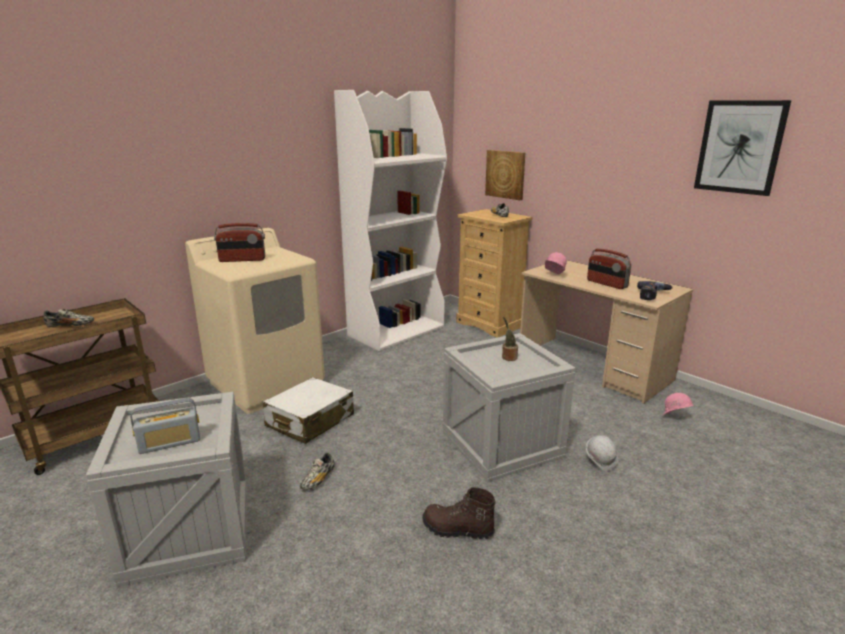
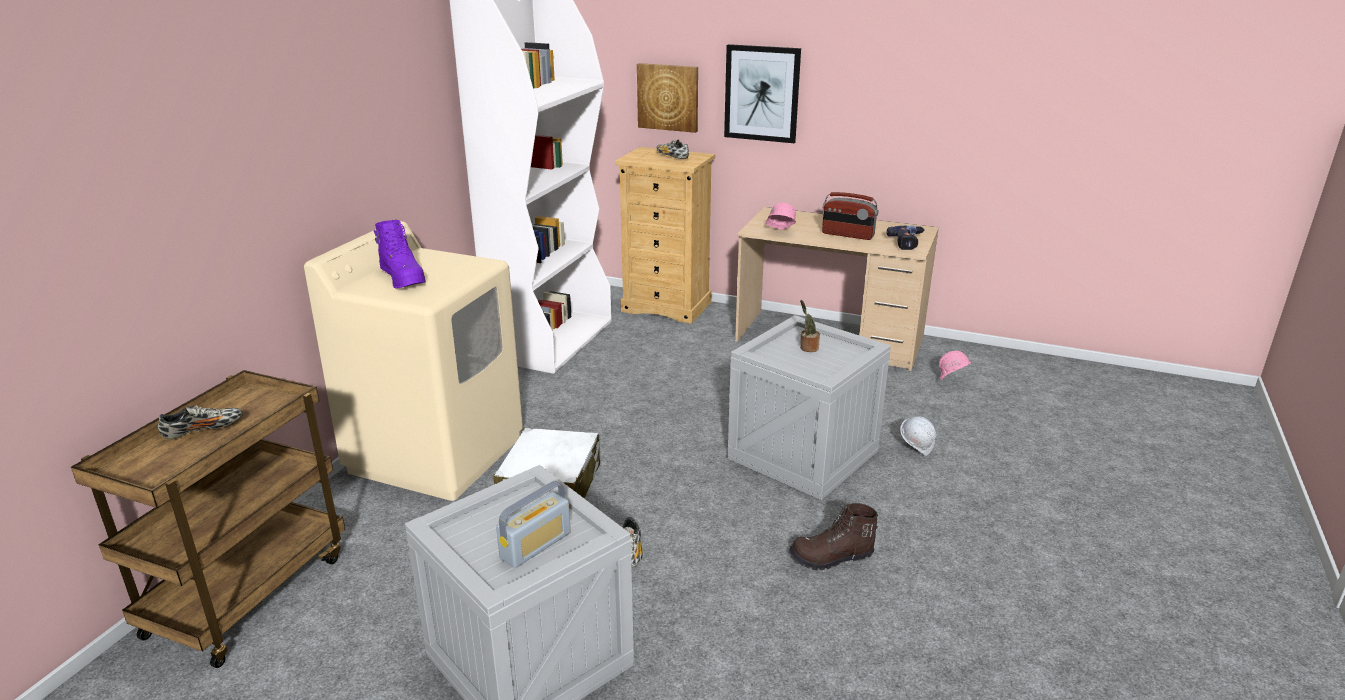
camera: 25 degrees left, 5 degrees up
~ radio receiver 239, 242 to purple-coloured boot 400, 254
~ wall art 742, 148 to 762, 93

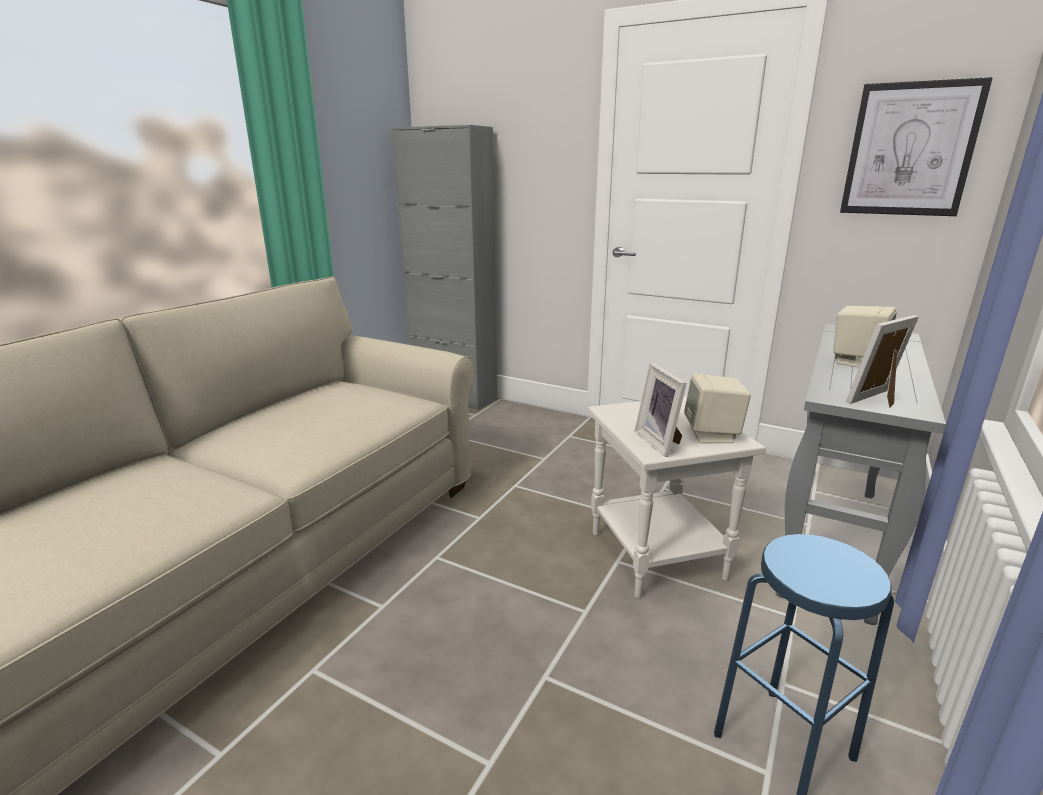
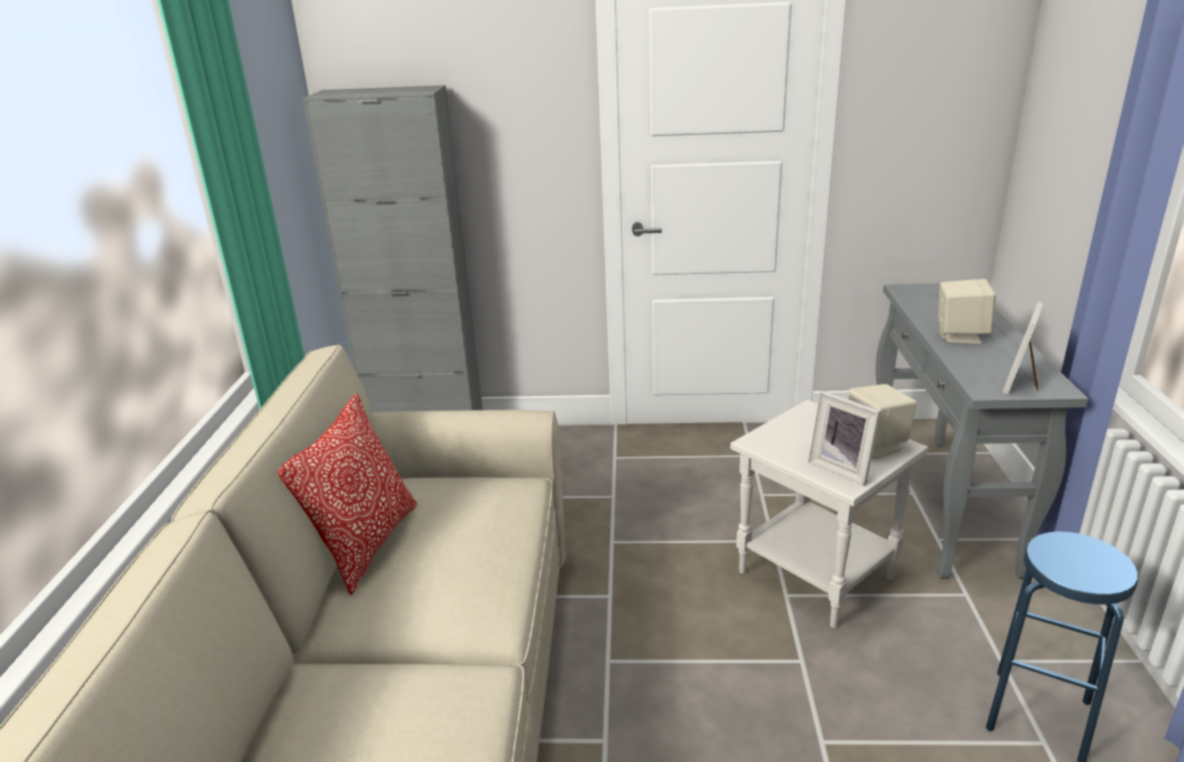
camera: 25 degrees left, 5 degrees up
- wall art 916, 146
+ throw pillow 347, 494

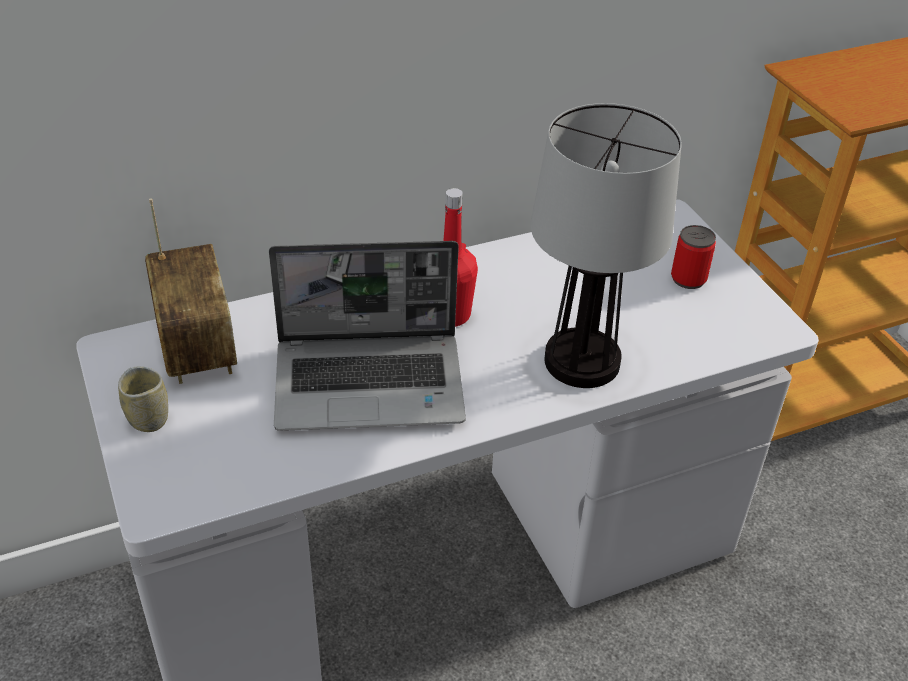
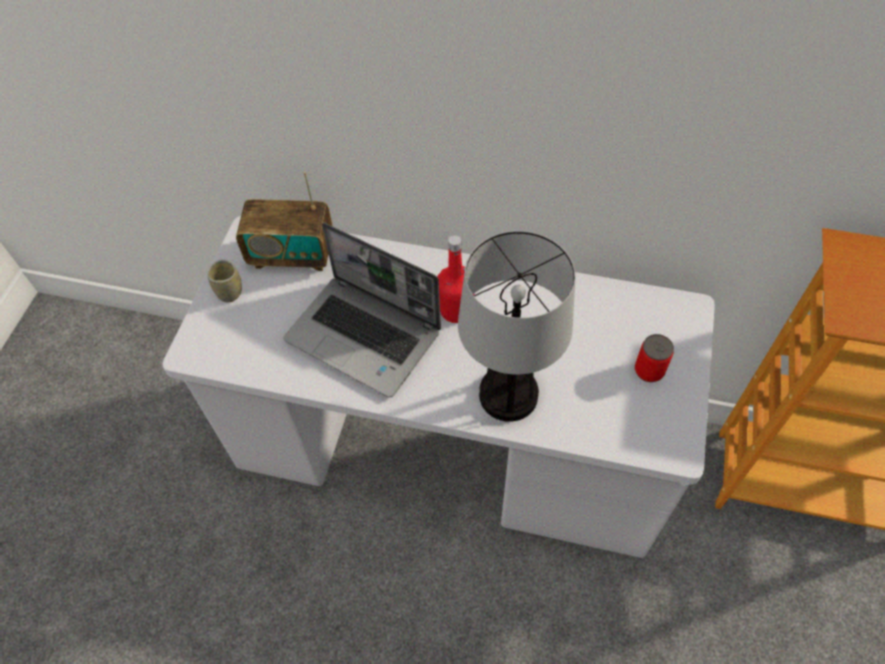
camera: 40 degrees right, 15 degrees up
~ radio receiver 191, 291 = 284, 221 75 degrees clockwise

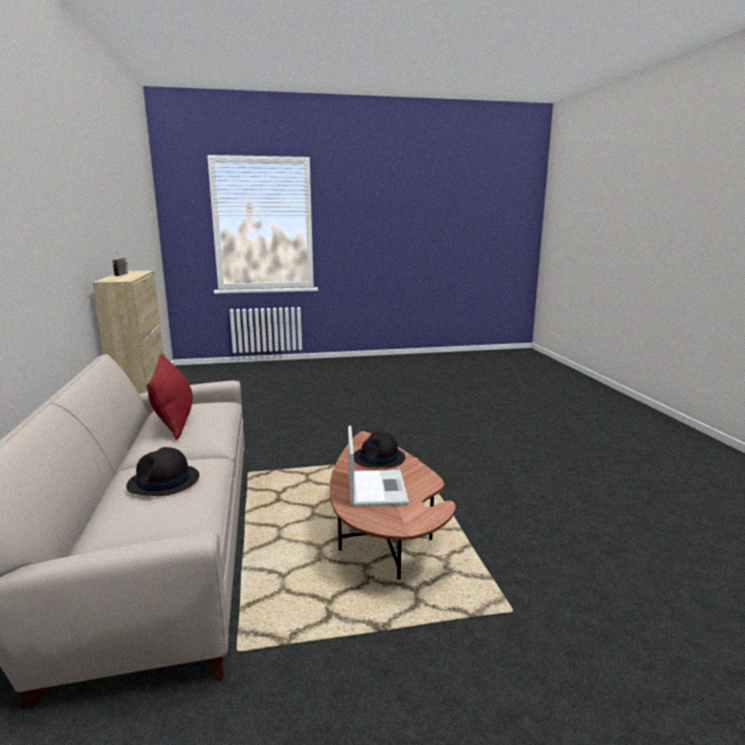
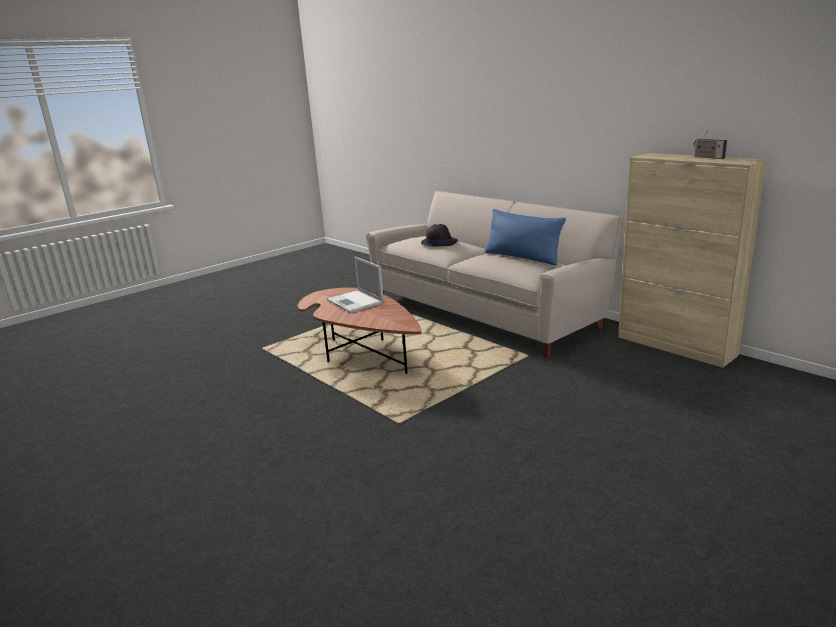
camera: 150 degrees right, 5 degrees up
~ red throw pillow 170, 397 to blue-coloured throw pillow 525, 237
- blackish clothing hat 379, 450

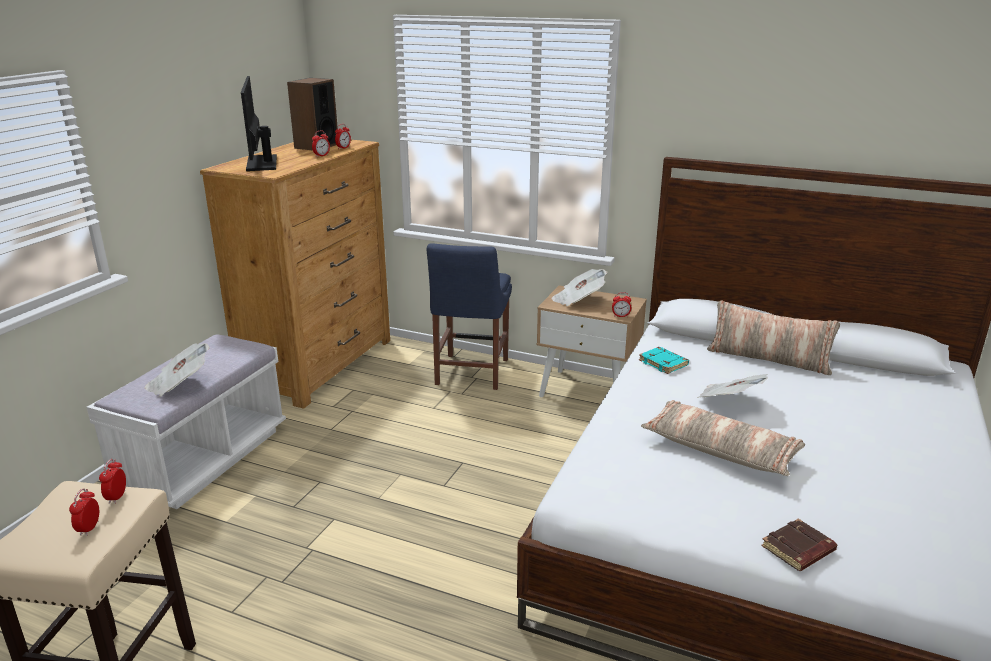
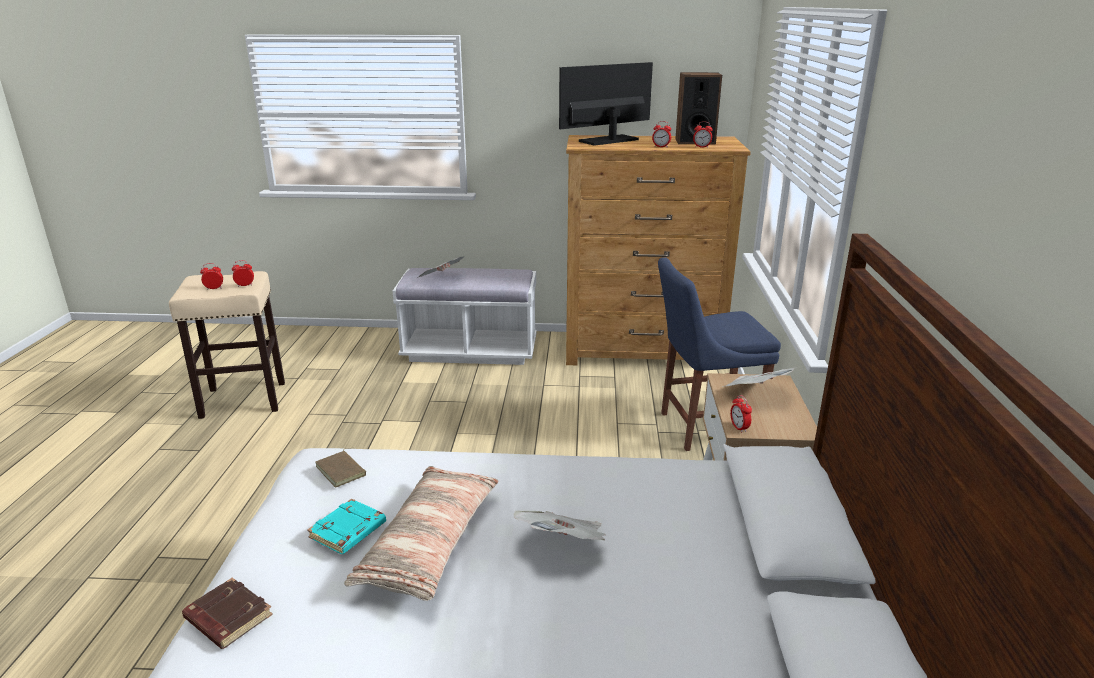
camera: 70 degrees right, 0 degrees up
~ turquoise book 664, 360 to 346, 526
- throw pillow 773, 337
+ brown book 340, 468

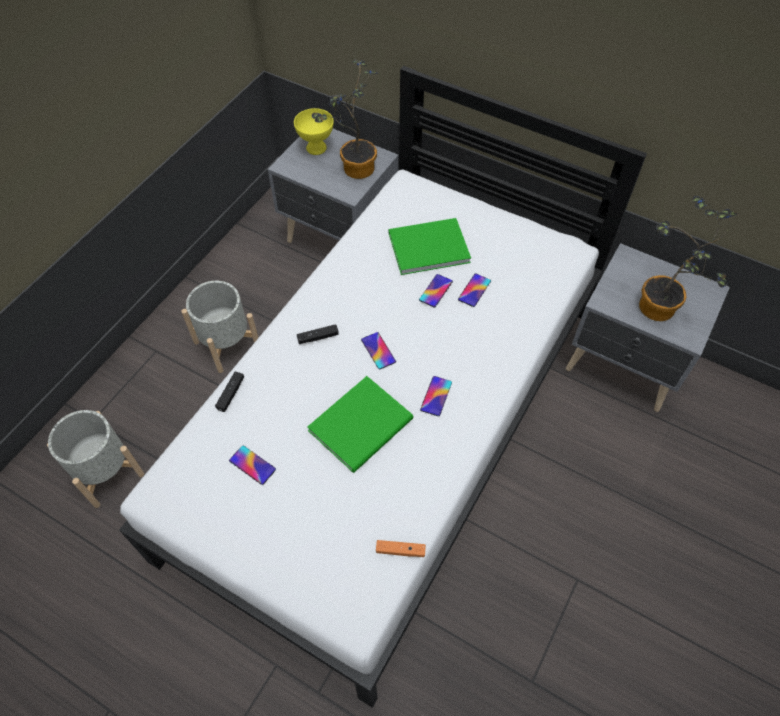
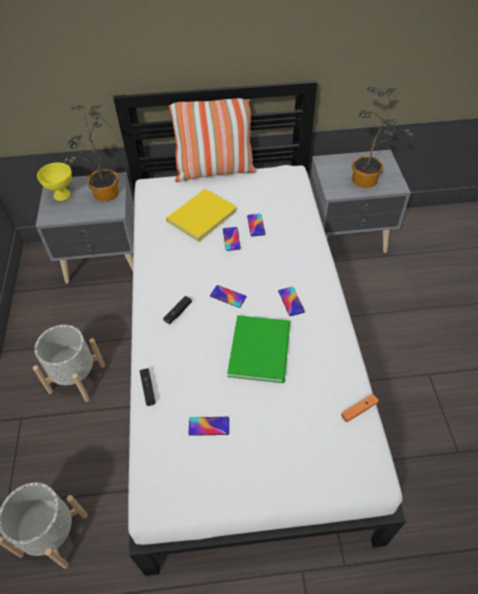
camera: 35 degrees left, 5 degrees down
~ green book 429, 246 to yellowish book 201, 215
+ throw pillow 212, 140

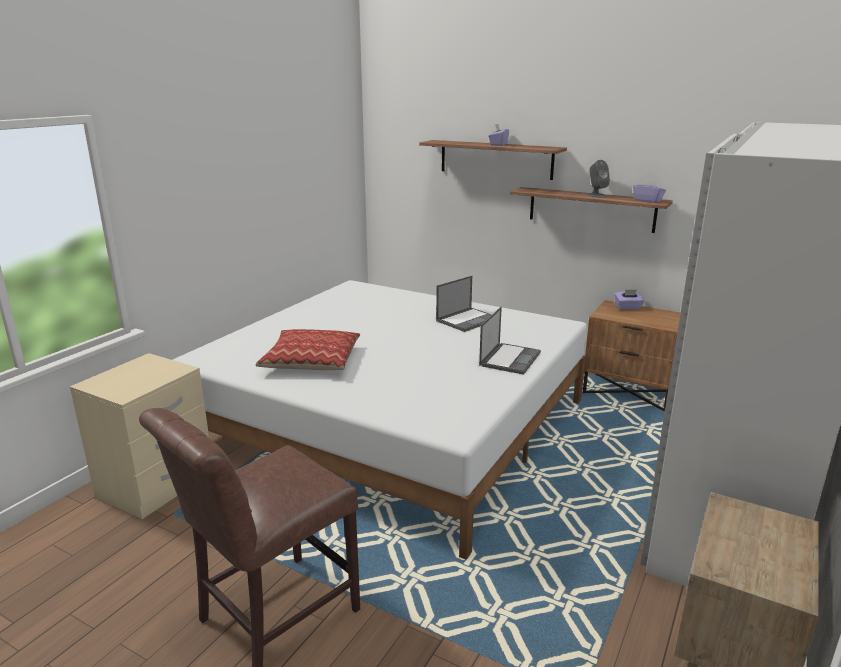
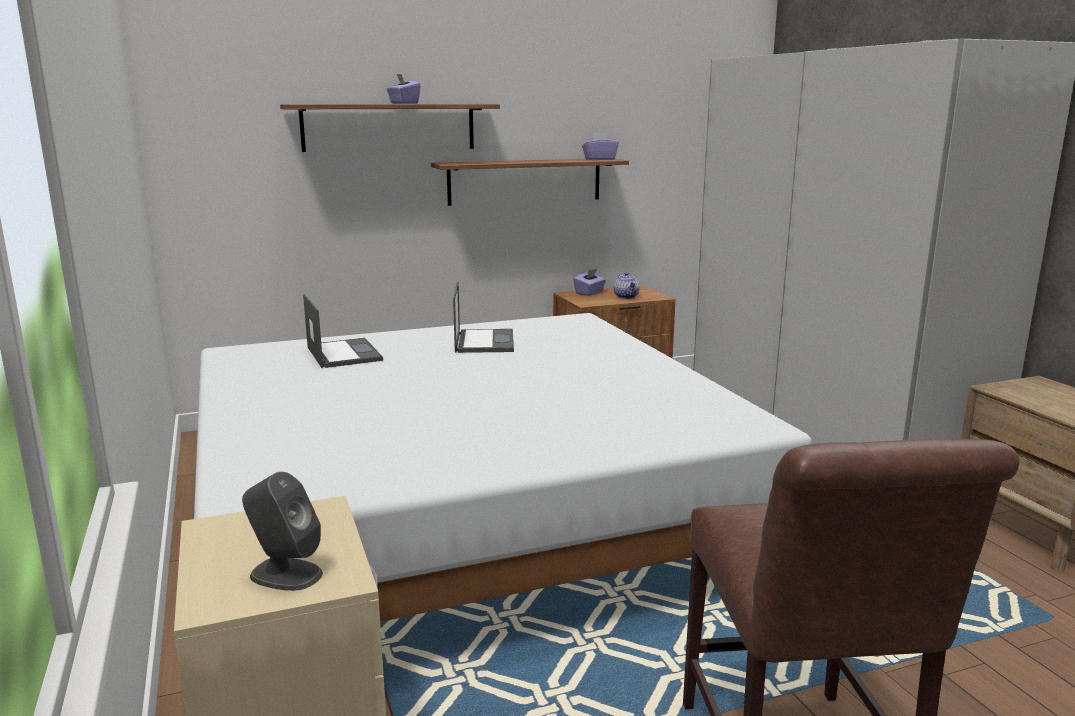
camera: 50 degrees left, 5 degrees down
- throw pillow 308, 349
~ laptop 510, 341 to 343, 331
~ greyish audio speaker 598, 179 to 282, 531
+ teapot 627, 285

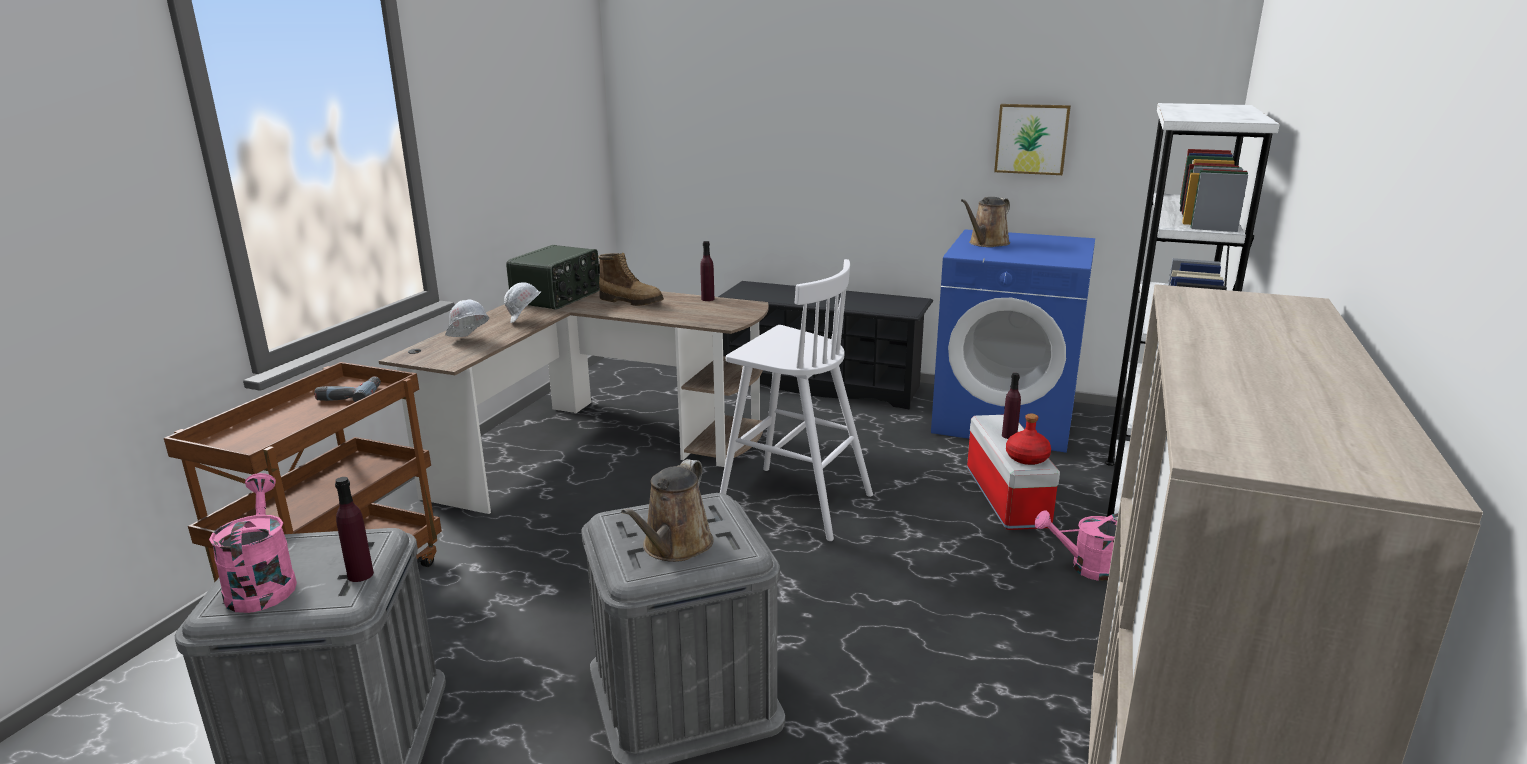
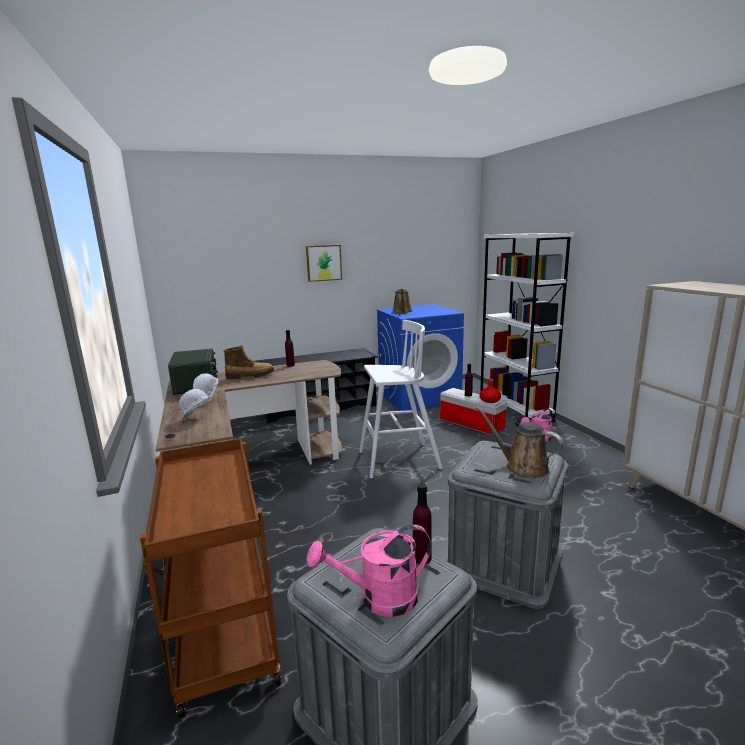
camera: 40 degrees left, 5 degrees down
~ pinkish watering pot 253, 543 = 369, 571 45 degrees counterclockwise
- power drill 347, 389
~ brown watering pot 667, 510 = 519, 442 150 degrees clockwise
~ wall art 1032, 139 to 324, 263

